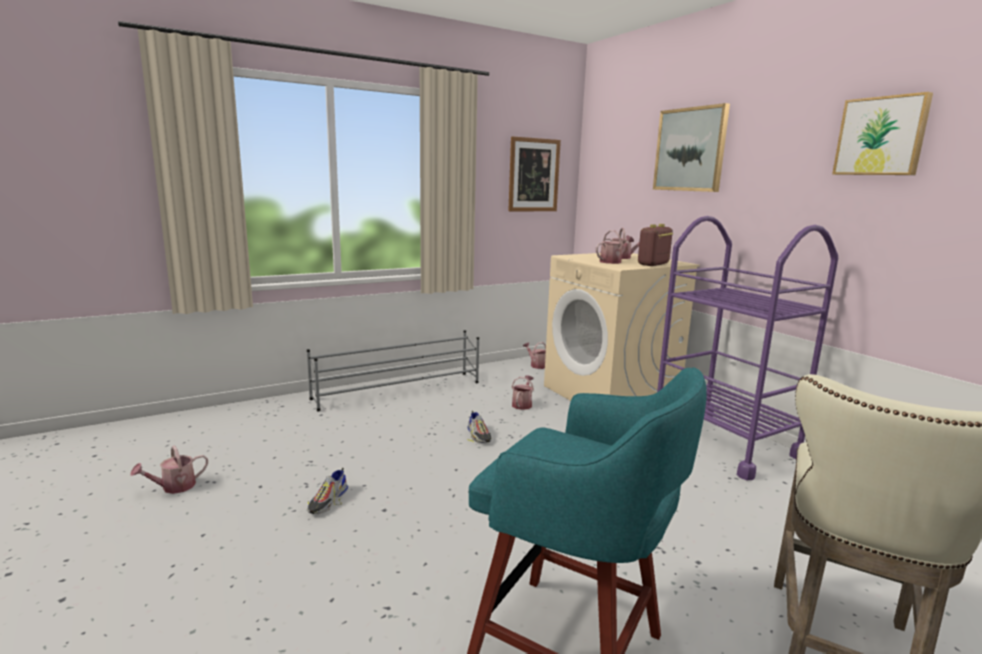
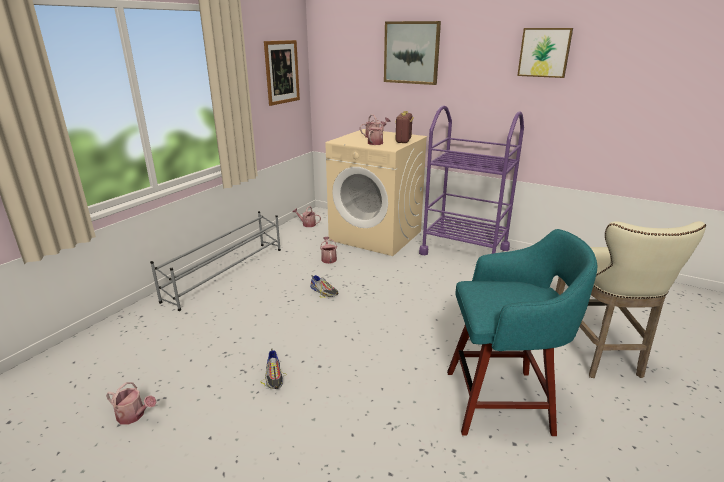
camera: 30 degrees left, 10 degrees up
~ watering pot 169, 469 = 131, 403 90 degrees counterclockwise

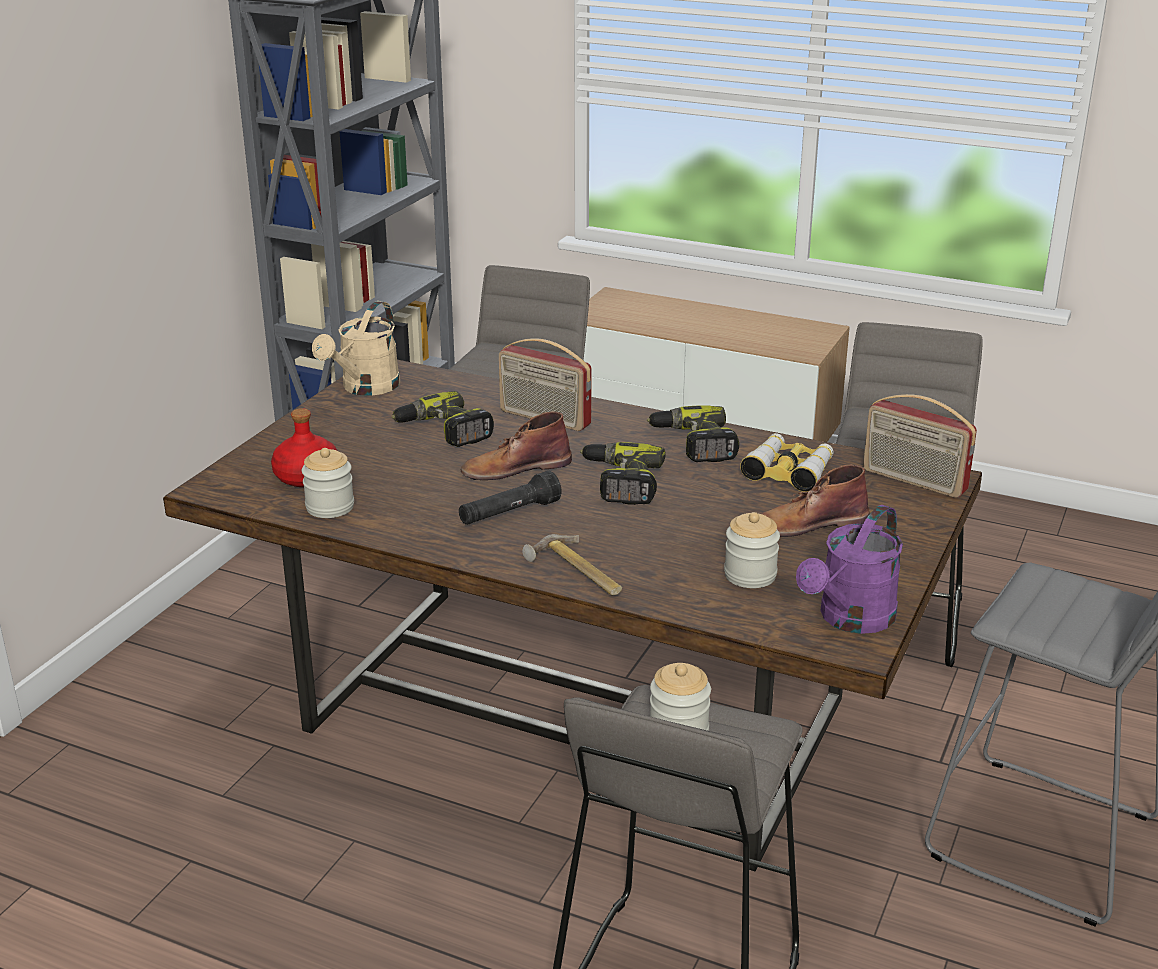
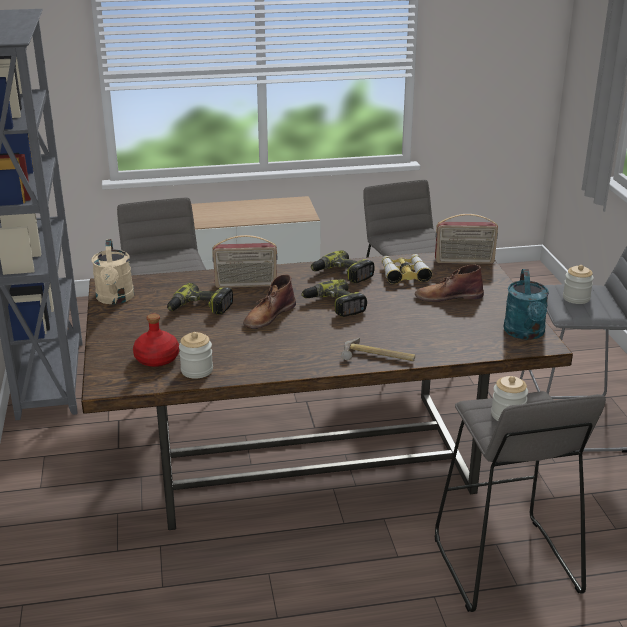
camera: 35 degrees left, 0 degrees up
- blackish flashlight 510, 498
~ preserve jar 752, 550 to 578, 284
~ brown boot 815, 501 = 449, 283 45 degrees clockwise
~ purple-coloured watering pot 849, 569 to turquoise watering pot 526, 304

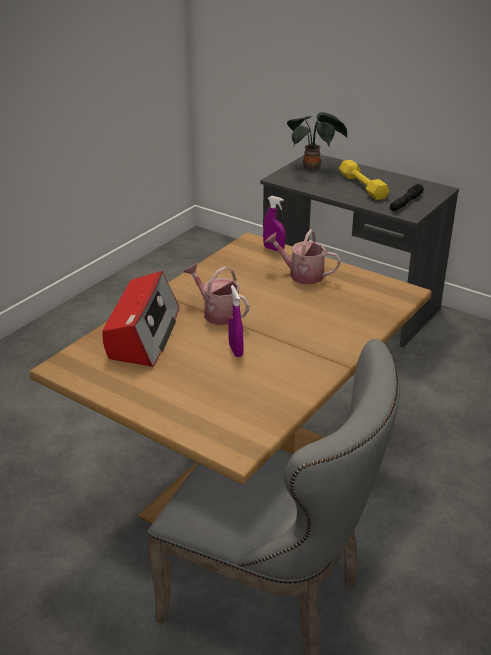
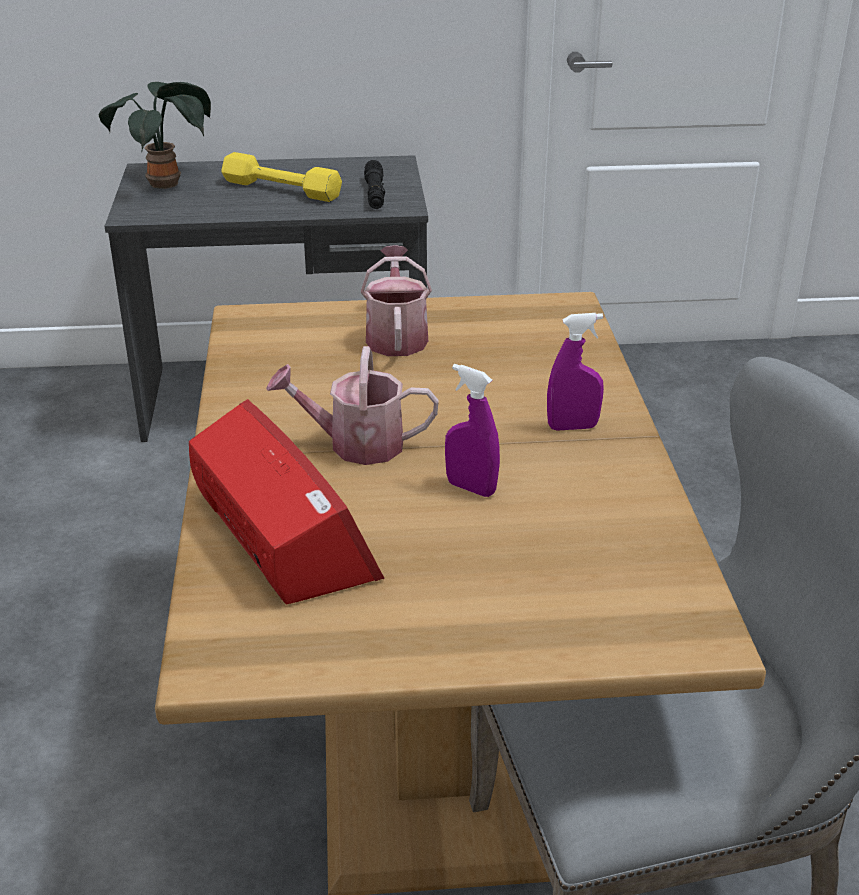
camera: 40 degrees left, 0 degrees up
~ purple-coloured sprayer 274, 223 to 575, 372
~ watering pot 303, 256 = 396, 300 105 degrees clockwise

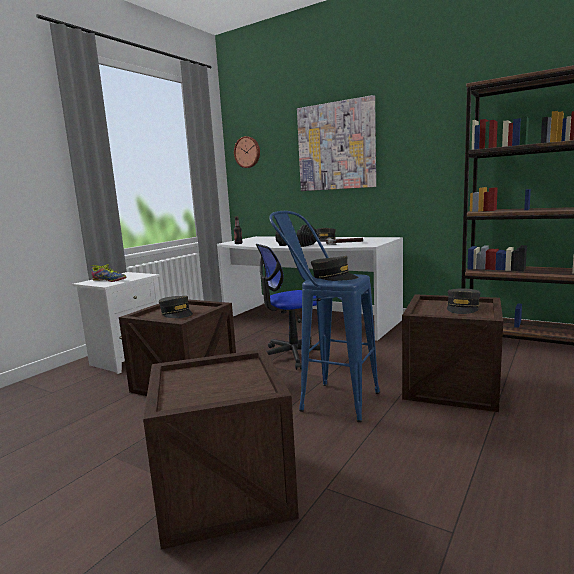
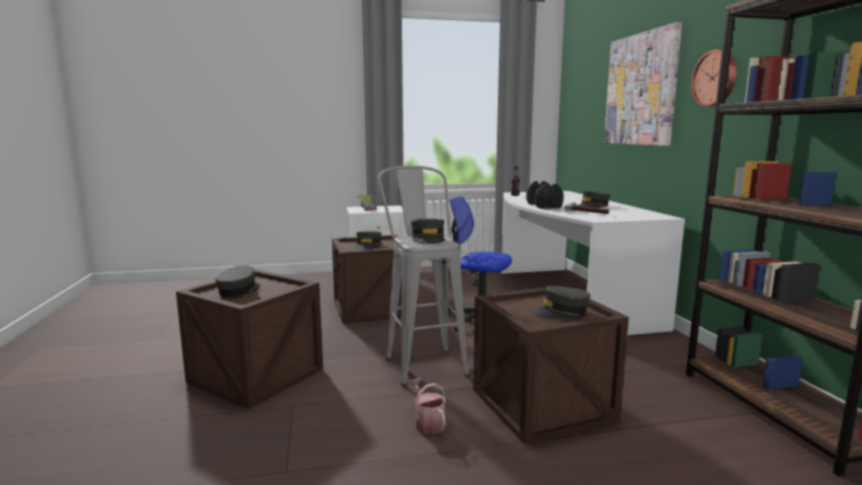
camera: 45 degrees right, 0 degrees up
~ hanging clock 247, 152 to 714, 78
~ blue-coloured sitting stool 324, 316 to greyish sitting stool 423, 276
+ greyish baseball cap 237, 281
+ watering pot 427, 406

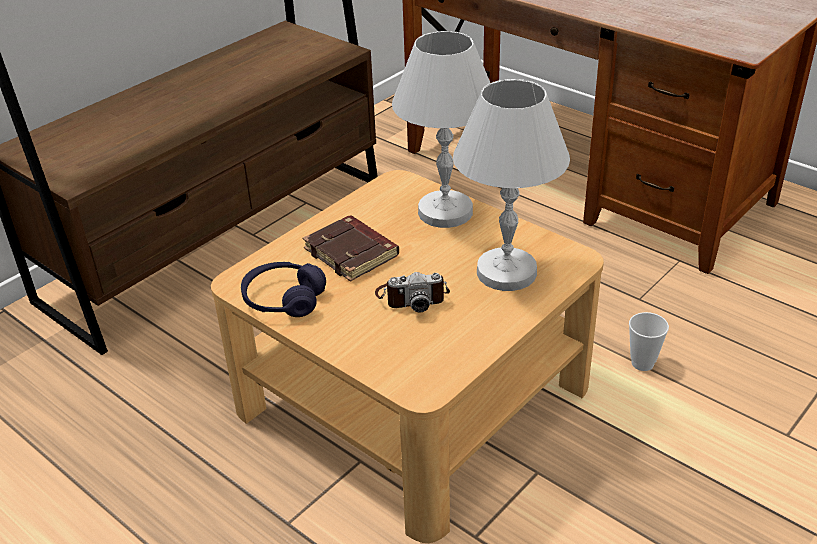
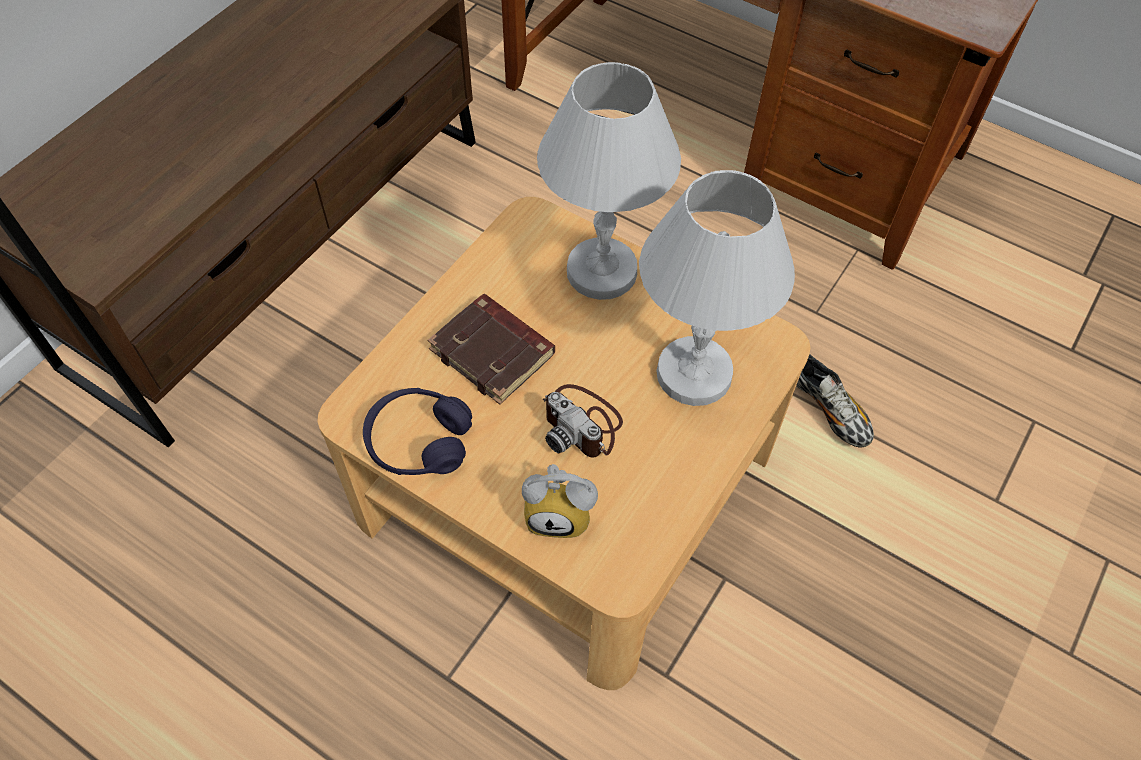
camera: 10 degrees left, 20 degrees up
~ still camera 412, 292 = 583, 421 60 degrees clockwise
~ drinking cup 649, 341 to shoe 835, 400
+ table clock 560, 501

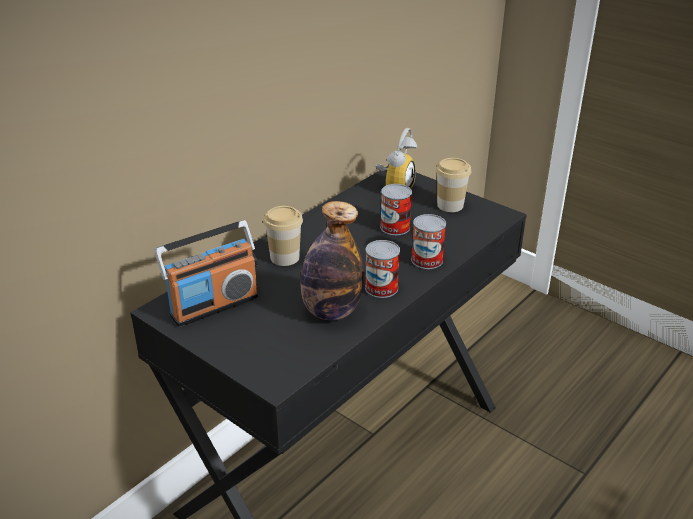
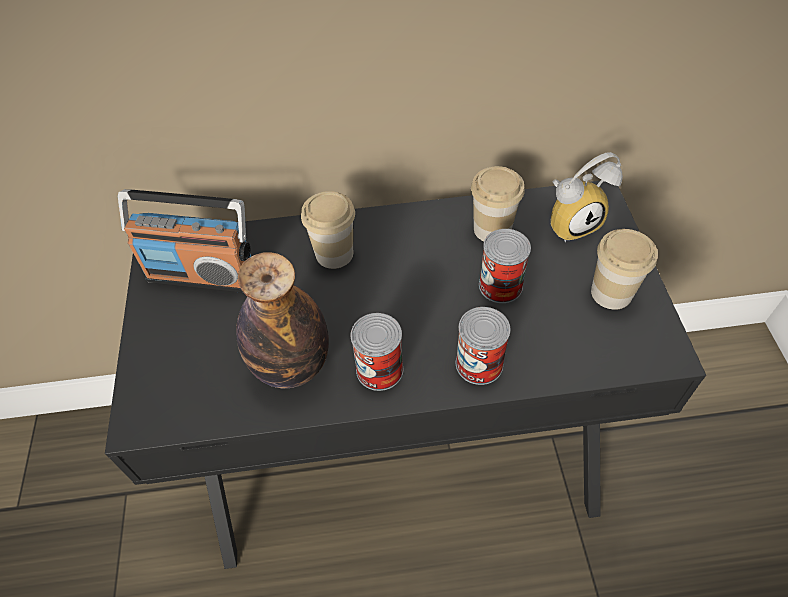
camera: 45 degrees right, 20 degrees up
+ drinking cup 498, 203

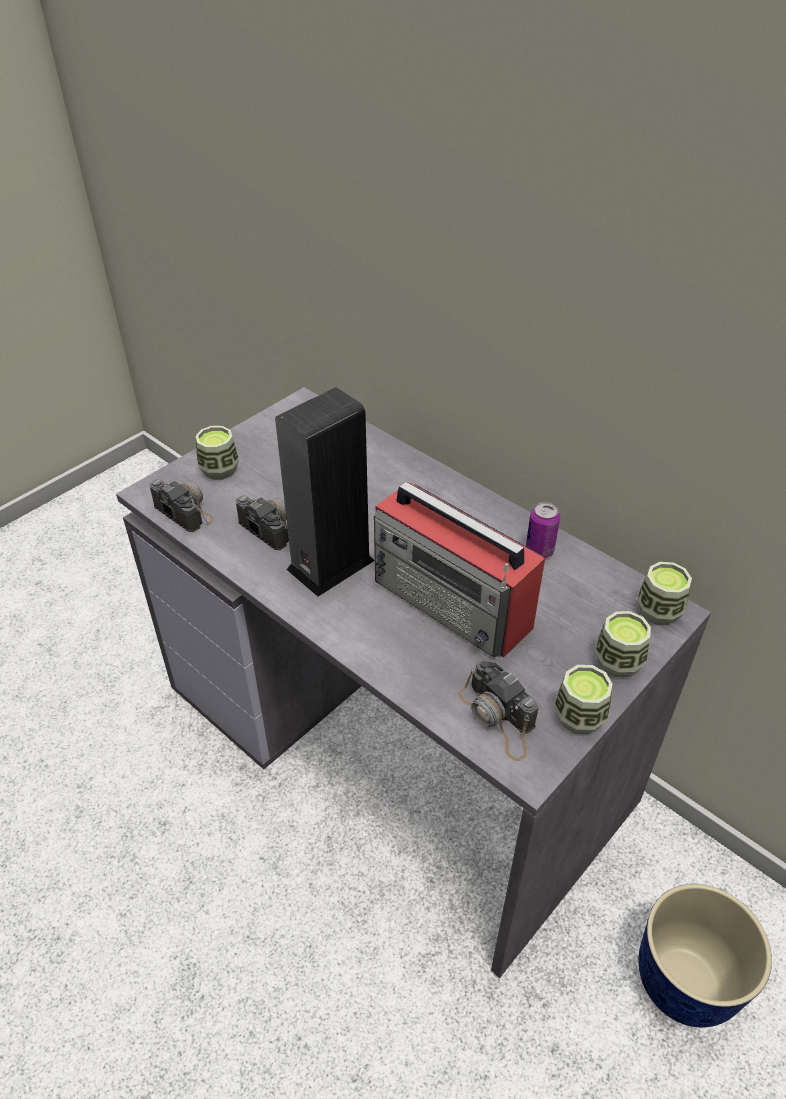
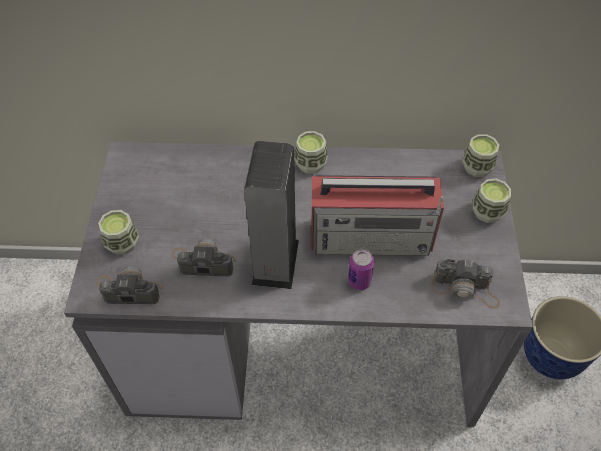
camera: 40 degrees left, 10 degrees up
~ can 543, 530 to 361, 269
~ drinking cup 583, 699 to 311, 152

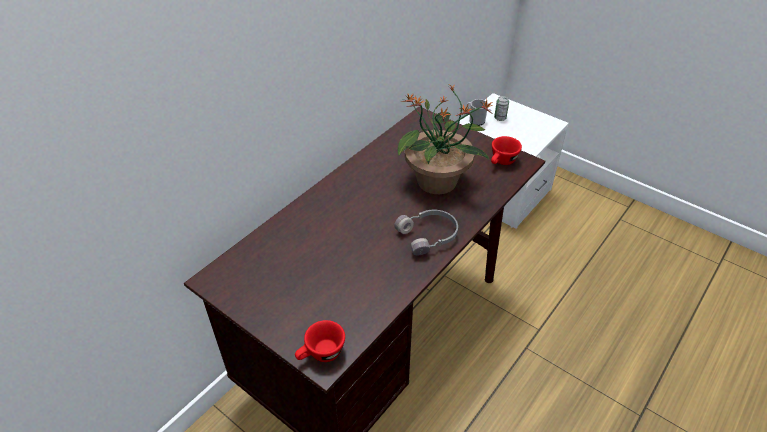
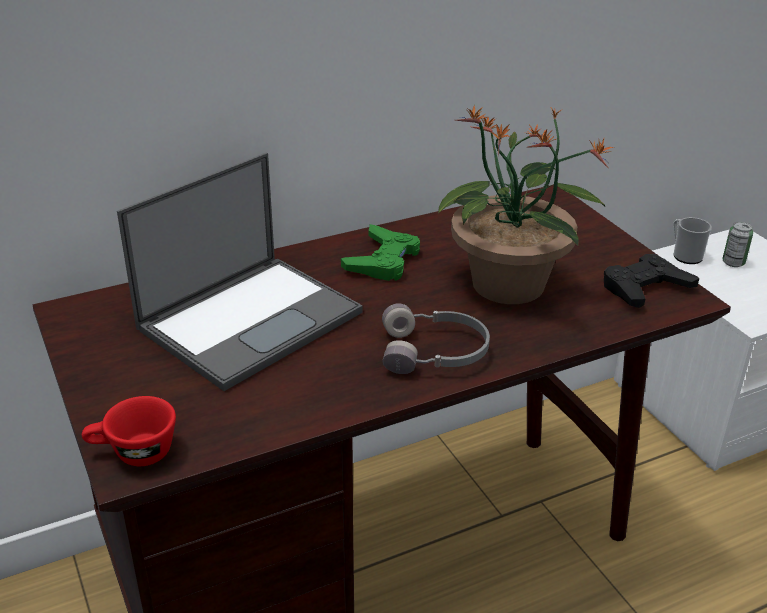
camera: 25 degrees right, 10 degrees down
~ red drinking cup 506, 150 to blackish gamepad 651, 281
+ laptop 240, 271
+ green gamepad 380, 252

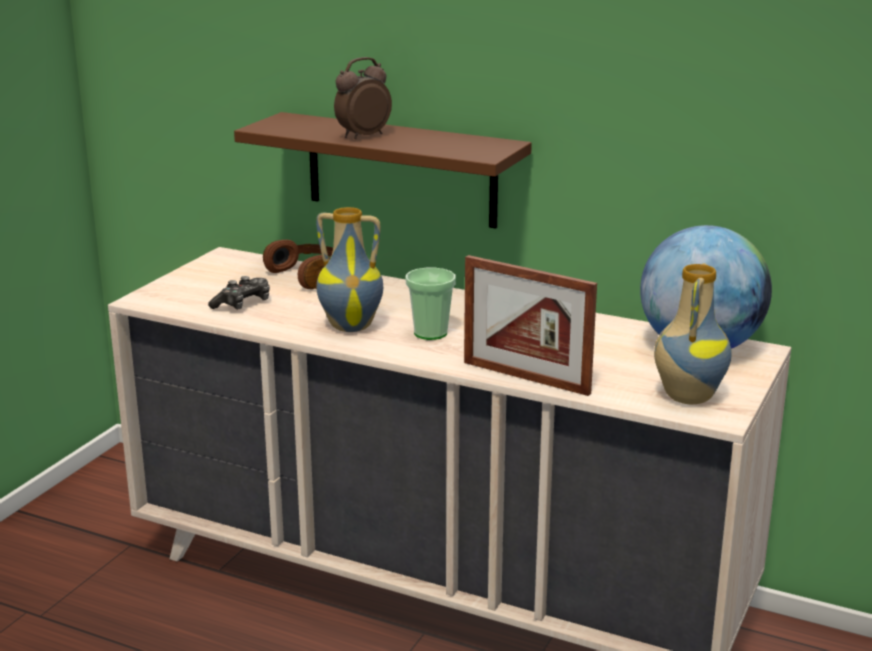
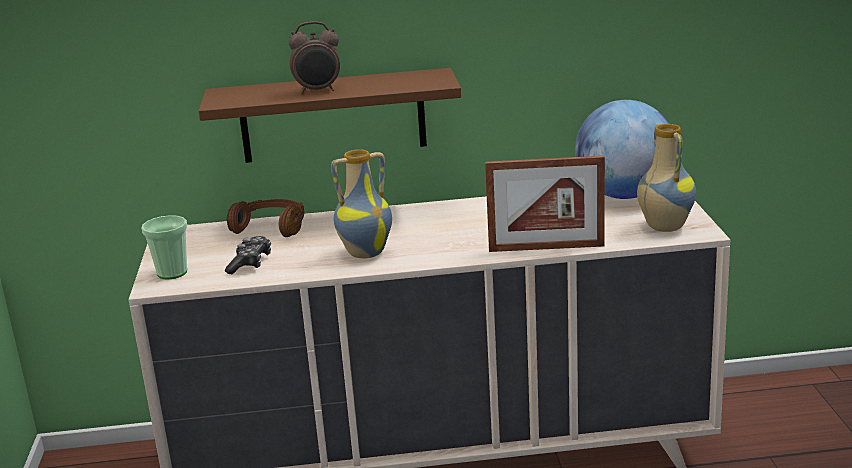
camera: 30 degrees left, 0 degrees up
~ table clock 363, 98 = 314, 57 120 degrees counterclockwise
~ drinking cup 431, 304 to 164, 247

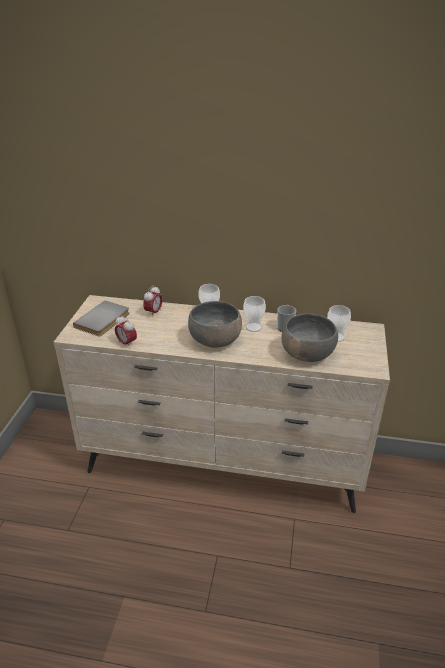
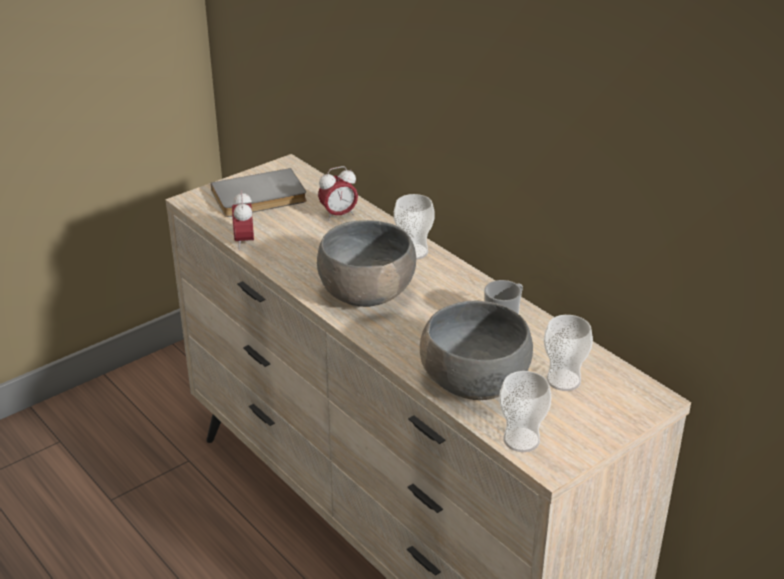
camera: 40 degrees right, 0 degrees up
~ drinking cup 254, 314 to 525, 411

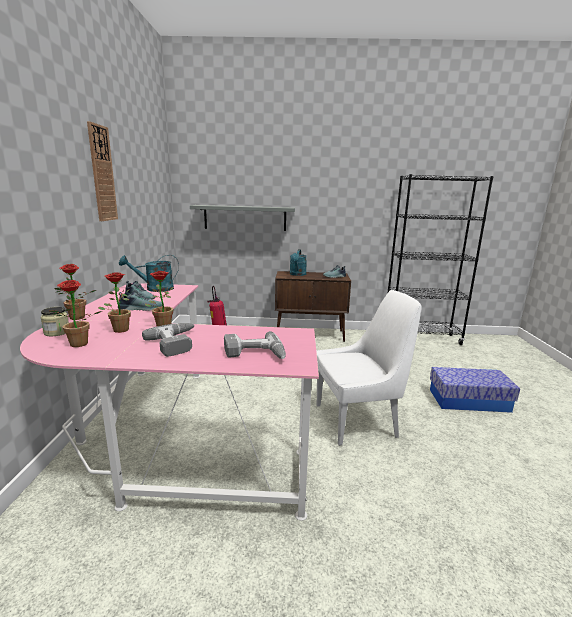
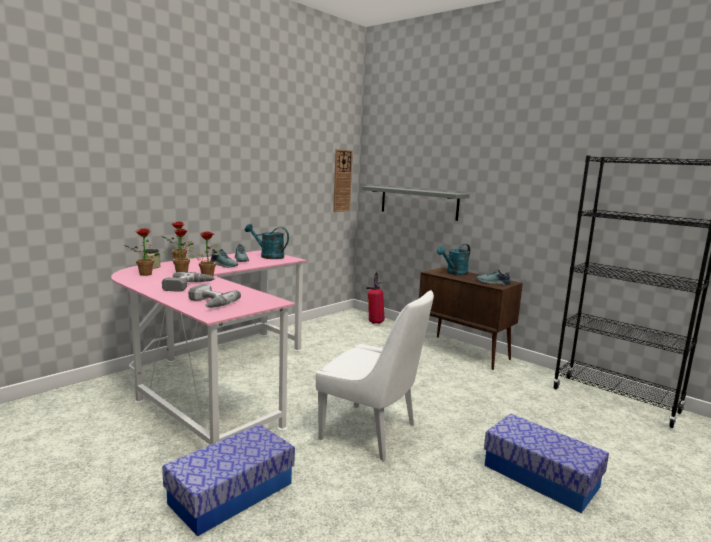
camera: 40 degrees right, 5 degrees down
~ hanging clock 102, 171 to 343, 180
+ storage container 228, 480

